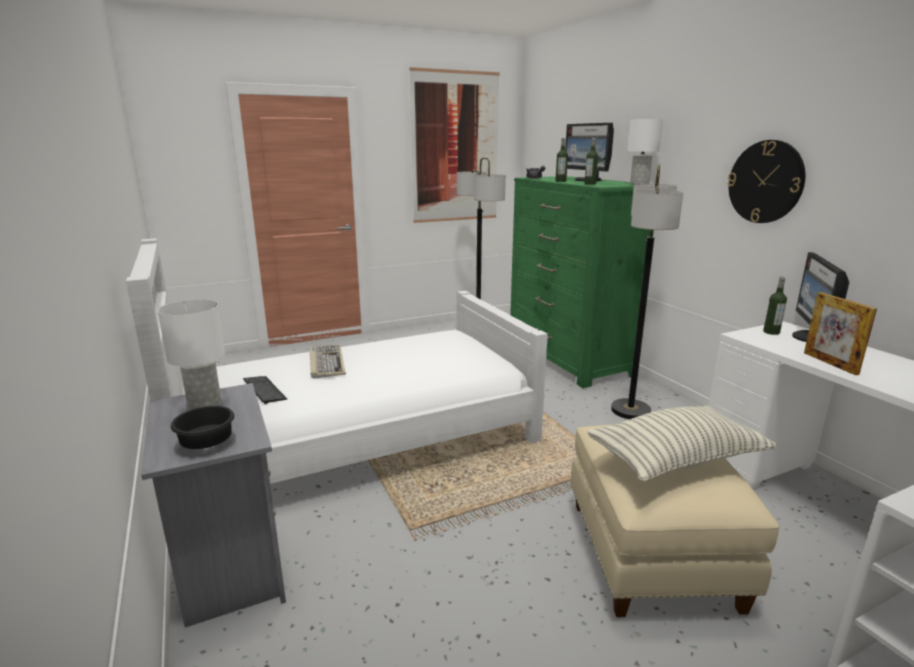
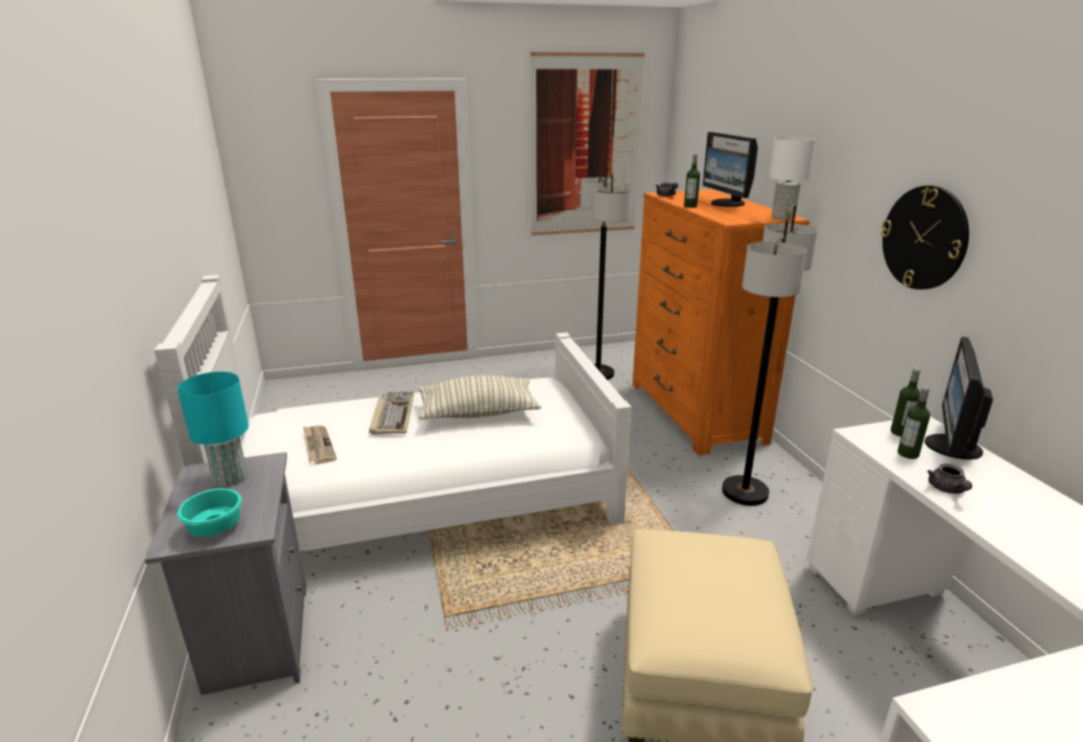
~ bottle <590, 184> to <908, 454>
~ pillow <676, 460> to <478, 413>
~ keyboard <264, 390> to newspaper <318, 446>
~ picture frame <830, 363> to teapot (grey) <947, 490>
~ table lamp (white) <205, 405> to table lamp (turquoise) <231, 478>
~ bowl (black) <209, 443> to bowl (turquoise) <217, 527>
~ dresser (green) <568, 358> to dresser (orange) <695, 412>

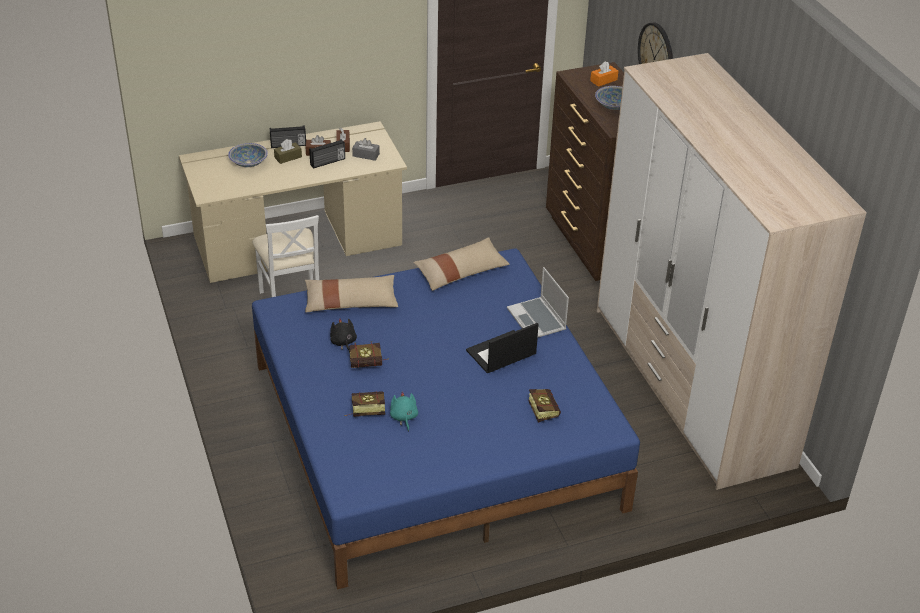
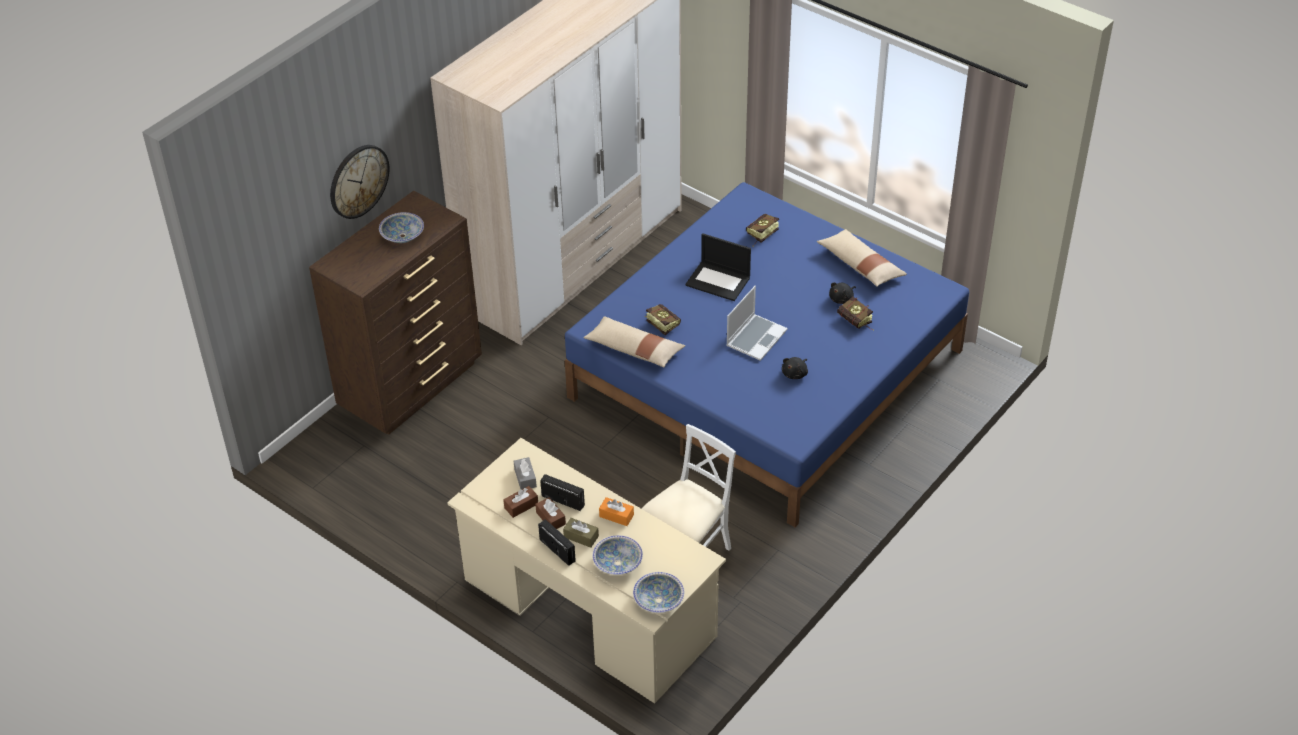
+ bowl <658, 600>
~ pillow (beige) <350, 302> to <860, 265>
~ book <369, 364> to <660, 323>
~ laptop <537, 320> to <756, 337>
~ tissue box (orange) <603, 80> to <616, 516>
~ plush toy (turquoise) <403, 417> to plush toy (black) <842, 299>

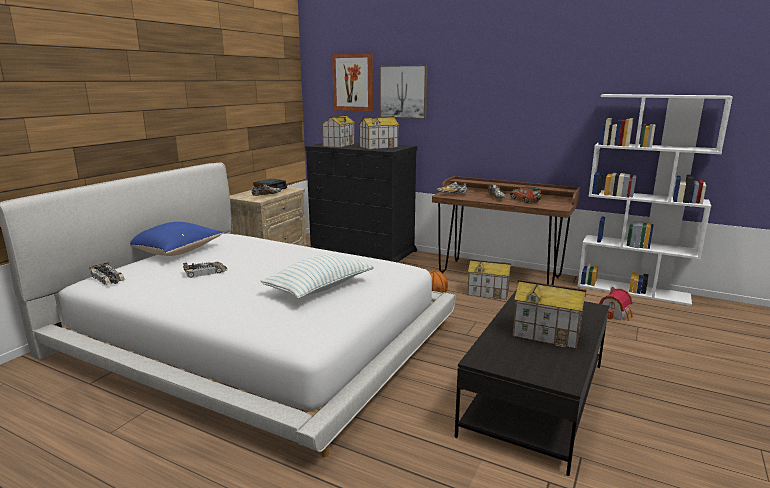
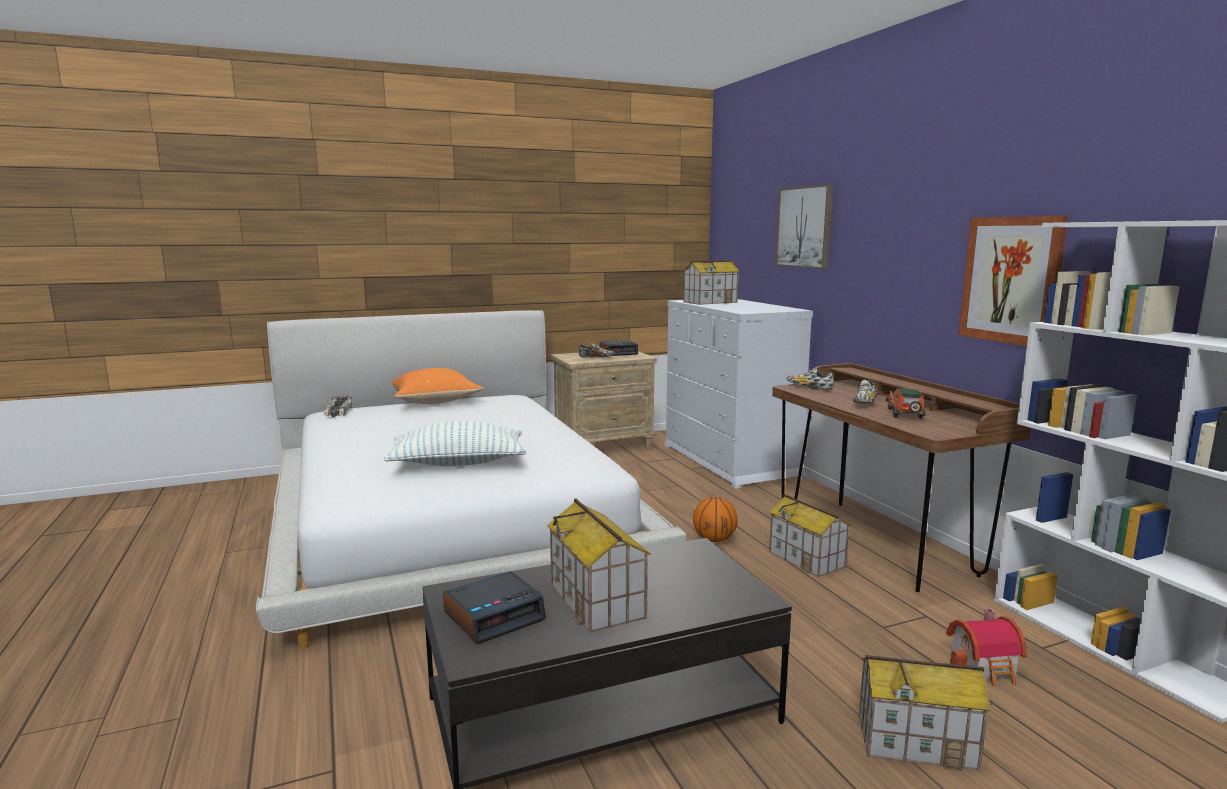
- toy car <206, 272>
+ alarm clock <494, 615>
~ picture <353, 82> to <1011, 280>
~ toy house <378, 147> to <916, 741>
~ pillow (blue) <175, 252> to pillow (orange) <435, 401>
~ dresser (black) <363, 251> to dresser (white) <730, 461>

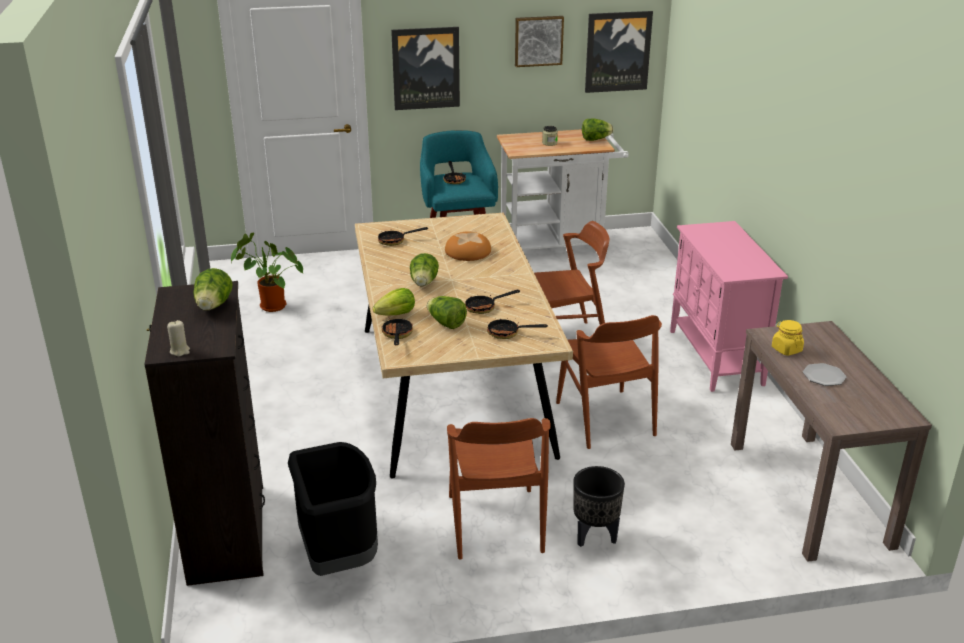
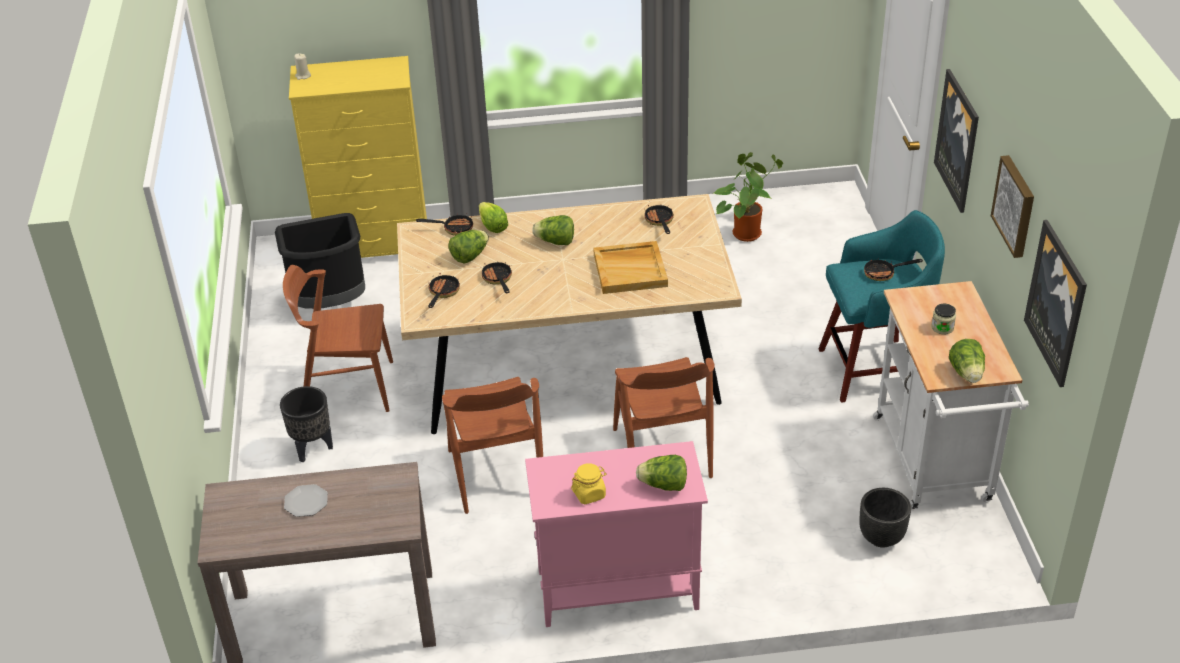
+ planter (black) <881, 538>
~ lettuce <213, 306> to <663, 485>
~ jar (yellow) <786, 349> to <589, 494>
~ bread <467, 251> to tray (beige) <630, 270>
~ dresser (black) <228, 532> to dresser (yellow) <376, 246>
~ chair (brown) <605, 419> = <496, 474> 90 degrees counterclockwise

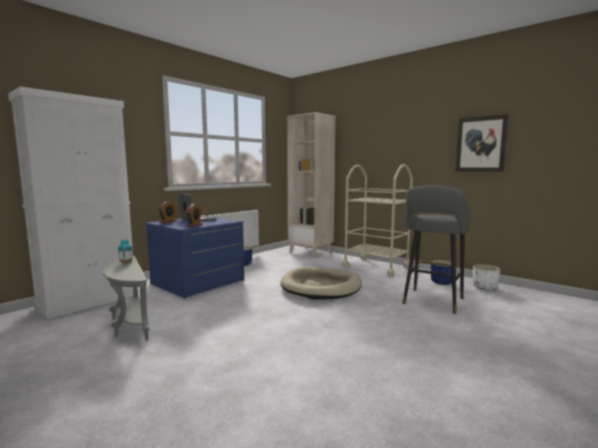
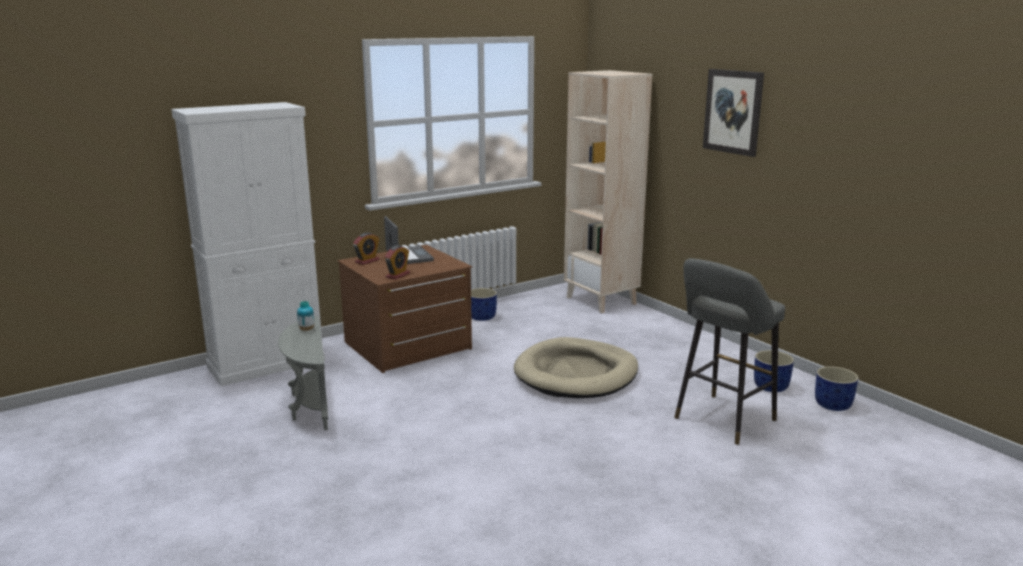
- cart (beige) <376, 267>
~ picture <481, 144> to <733, 112>
~ dresser (blue) <198, 282> to dresser (brown) <408, 346>
~ planter (white) <484, 287> to planter (blue) <832, 405>

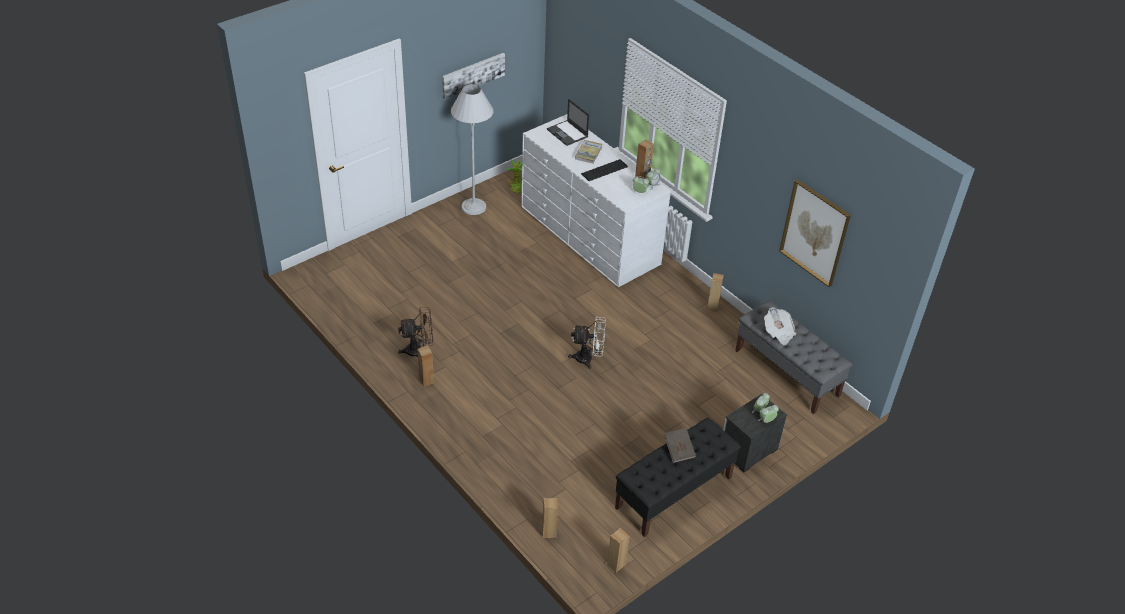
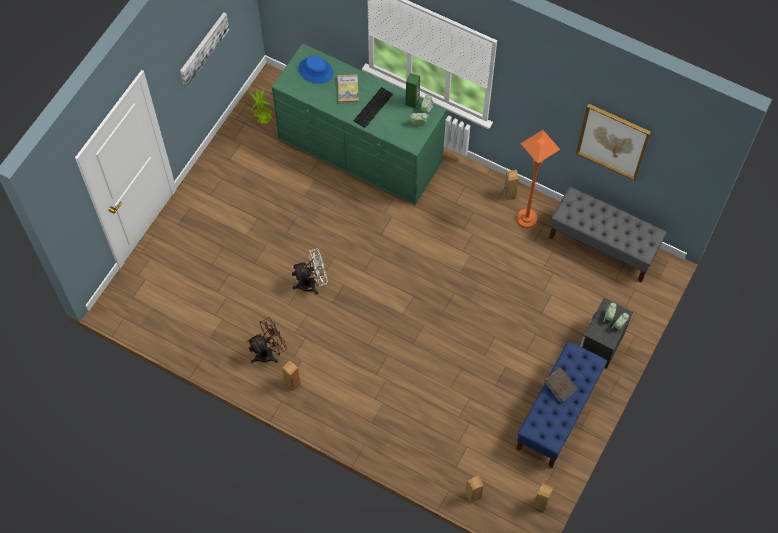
- floor lamp (white) <473, 207>
- newspaper <778, 333>
+ floor lamp (orange) <526, 219>
~ fan (white) <588, 359> to <312, 283>
~ laptop <568, 133> to hat (blue) <316, 70>
~ dresser (white) <589, 235> to dresser (green) <360, 150>
~ bench (black) <673, 493> to bench (blue) <557, 413>
~ speaker (brown) <642, 176> to speaker (green) <412, 102>

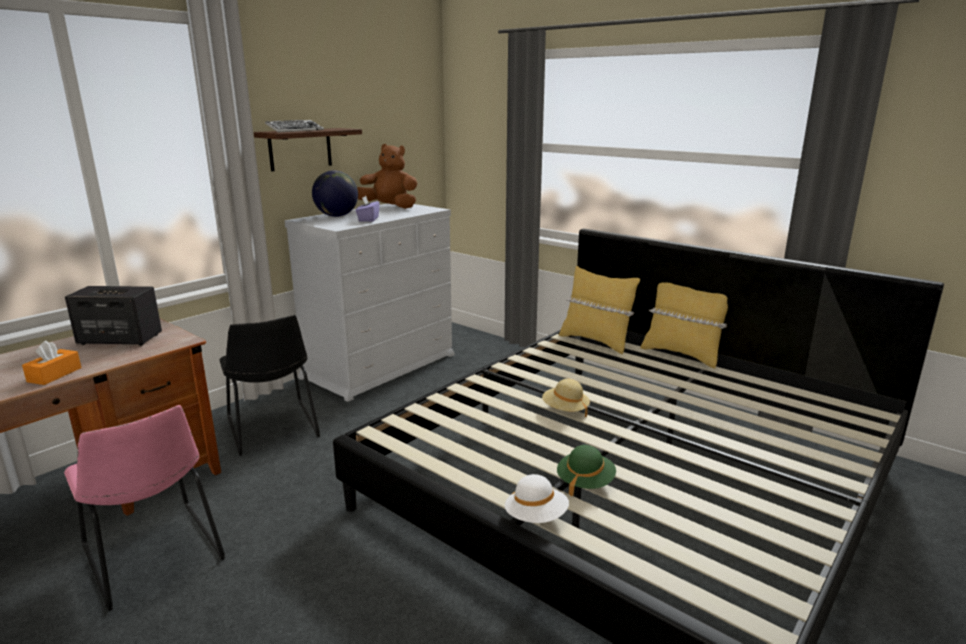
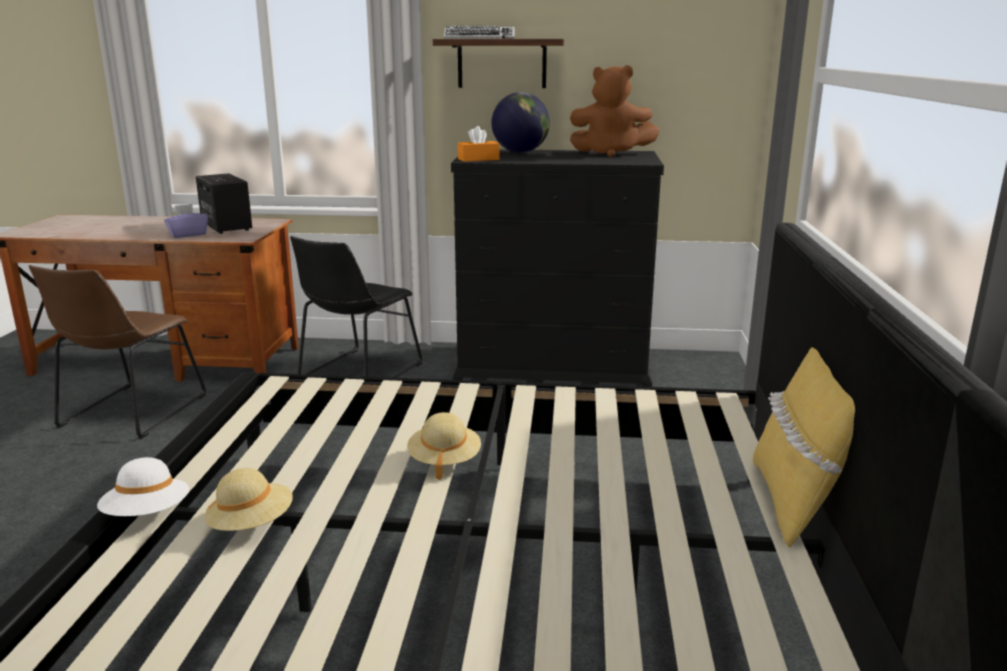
- pillow (yellow) <596, 341>
~ tissue box (orange) <54, 375> to <478, 159>
~ tissue box (purple) <368, 219> to <188, 235>
~ chair (pink) <154, 556> to chair (brown) <130, 413>
~ dresser (white) <380, 366> to dresser (black) <554, 364>
~ hat (green) <585, 482> to hat (beige) <251, 524>
~ plush toy (brown) <389, 207> = <611, 153> 120 degrees clockwise

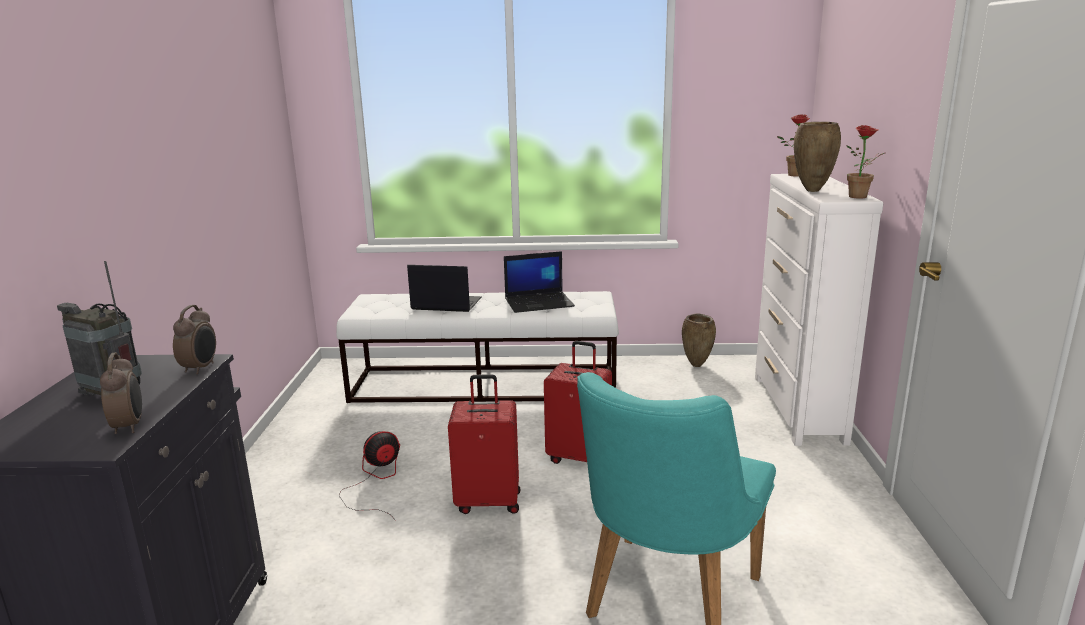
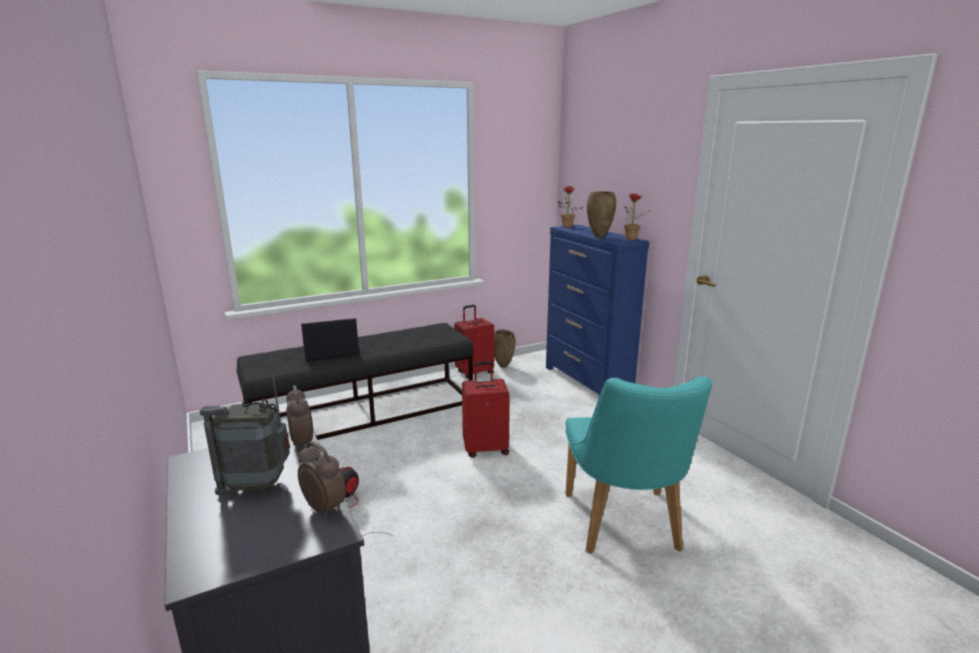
- laptop <539, 302>
~ suitcase (red) <488, 501> to <474, 372>
~ bench (white) <485, 384> to bench (black) <364, 412>
~ dresser (white) <798, 409> to dresser (blue) <587, 382>

